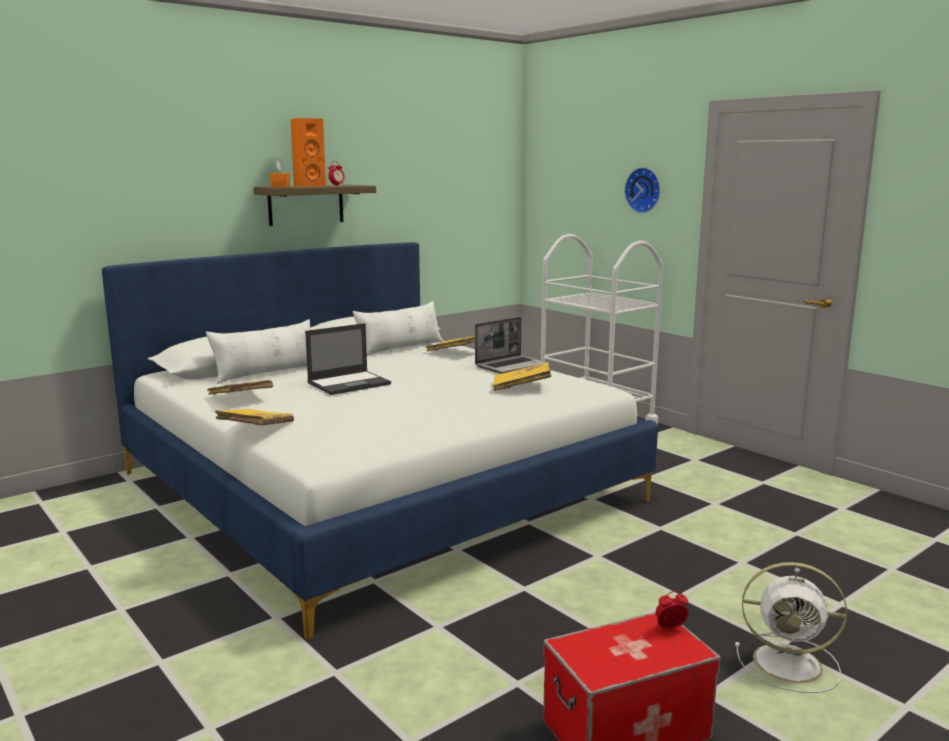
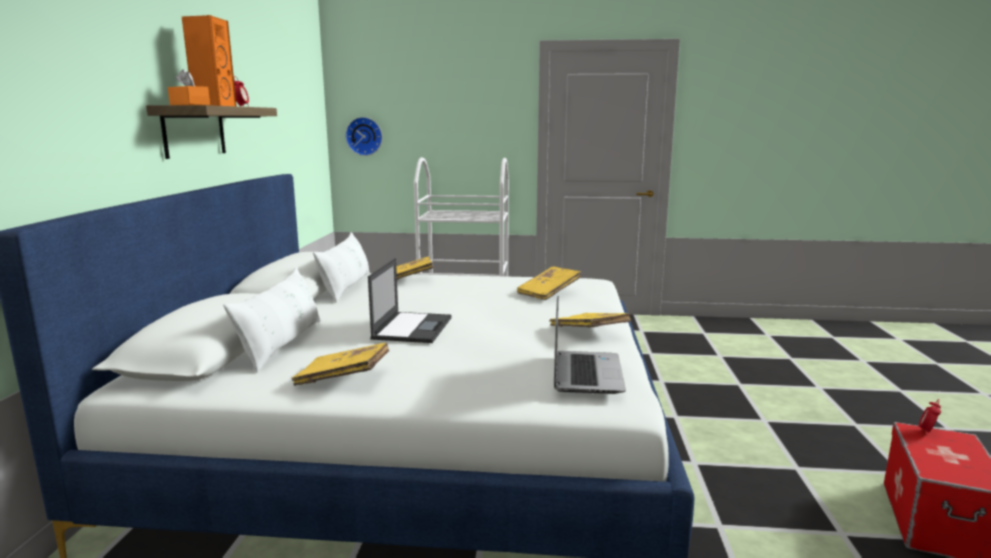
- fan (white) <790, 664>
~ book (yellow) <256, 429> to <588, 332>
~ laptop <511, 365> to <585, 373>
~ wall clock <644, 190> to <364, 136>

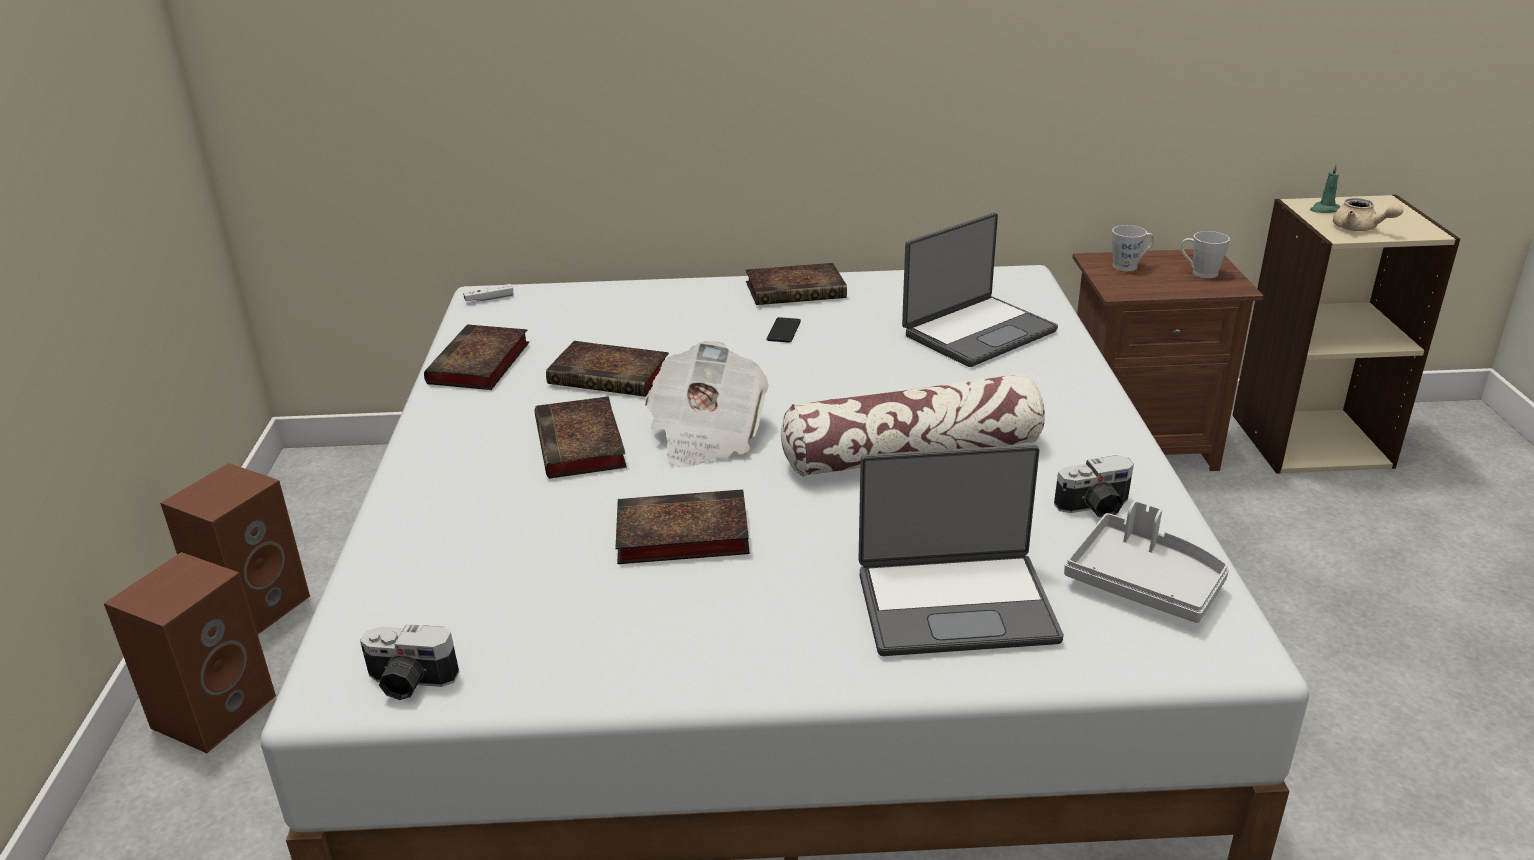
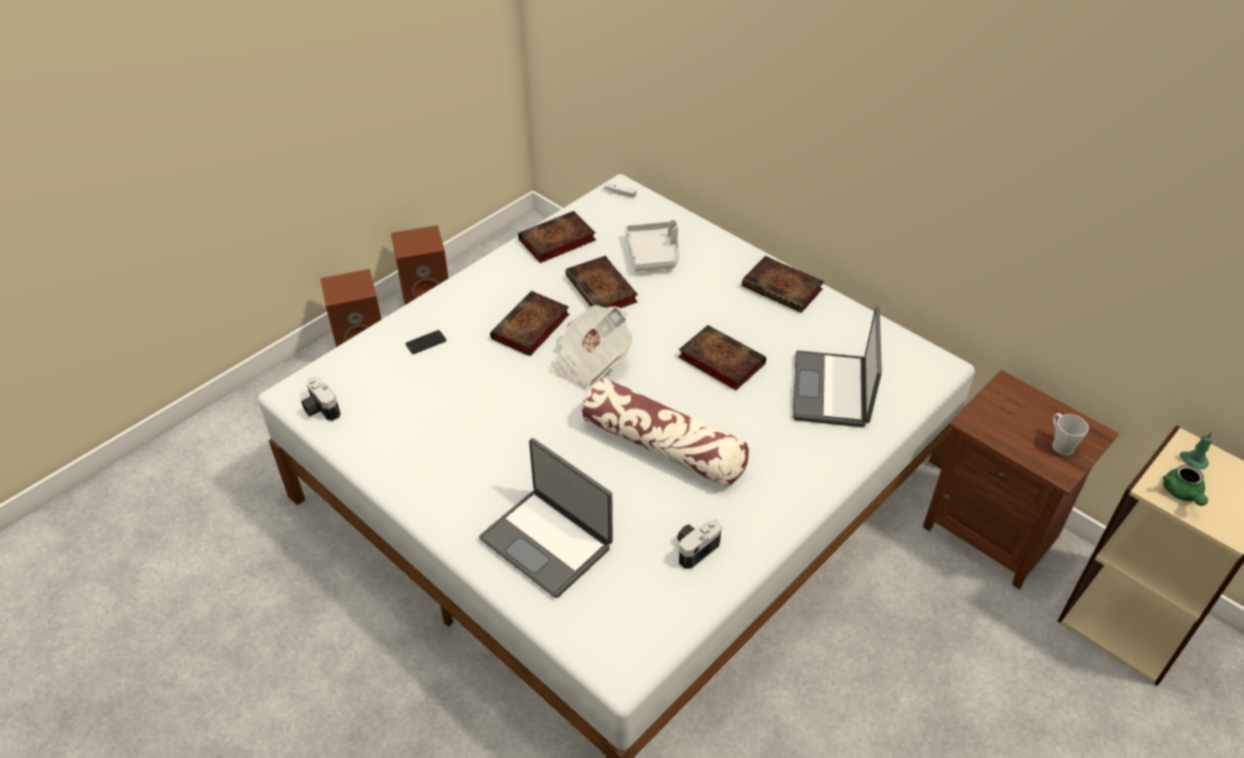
- mug (grey) <1129, 266>
~ book <679, 535> to <719, 360>
~ phone <783, 331> to <426, 342>
~ tray (grey) <1144, 583> to <654, 254>
~ teapot (beige) <1360, 228> to teapot (green) <1182, 494>
~ laptop <977, 332> = <833, 390> 90 degrees clockwise
~ photo camera <1095, 508> = <694, 548> 105 degrees clockwise

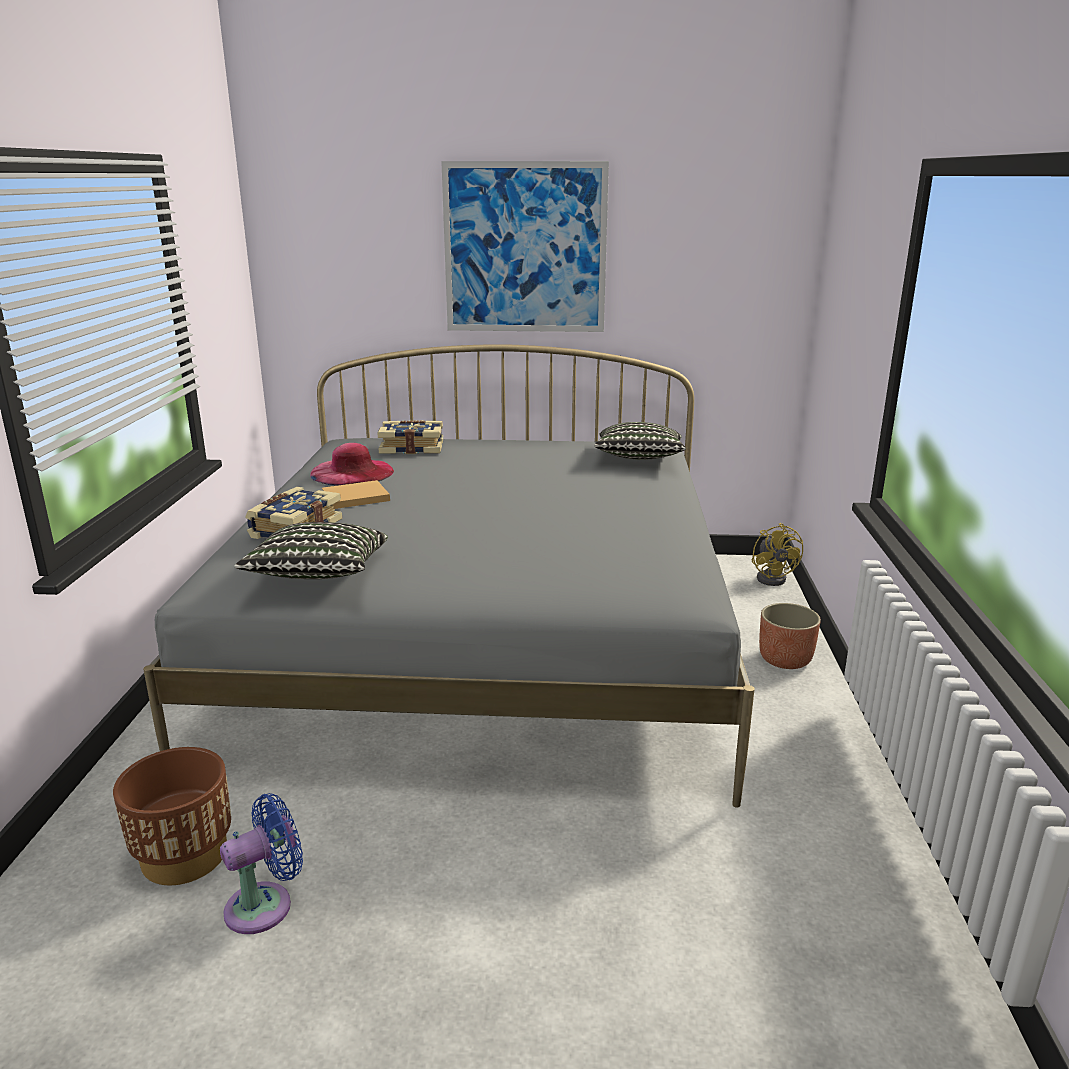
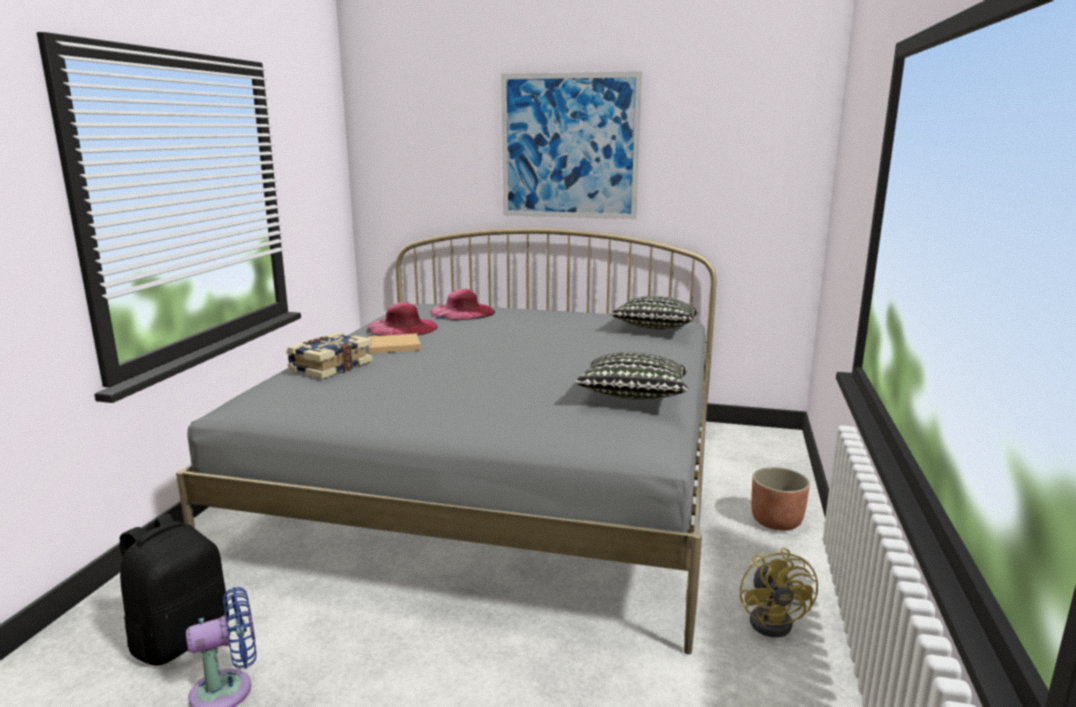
~ pillow <318, 575> to <633, 397>
~ fan (yellow) <774, 578> to <775, 620>
~ planter (brown) <185, 856> to backpack (black) <181, 638>
~ book <412, 448> to hat (pink) <462, 312>

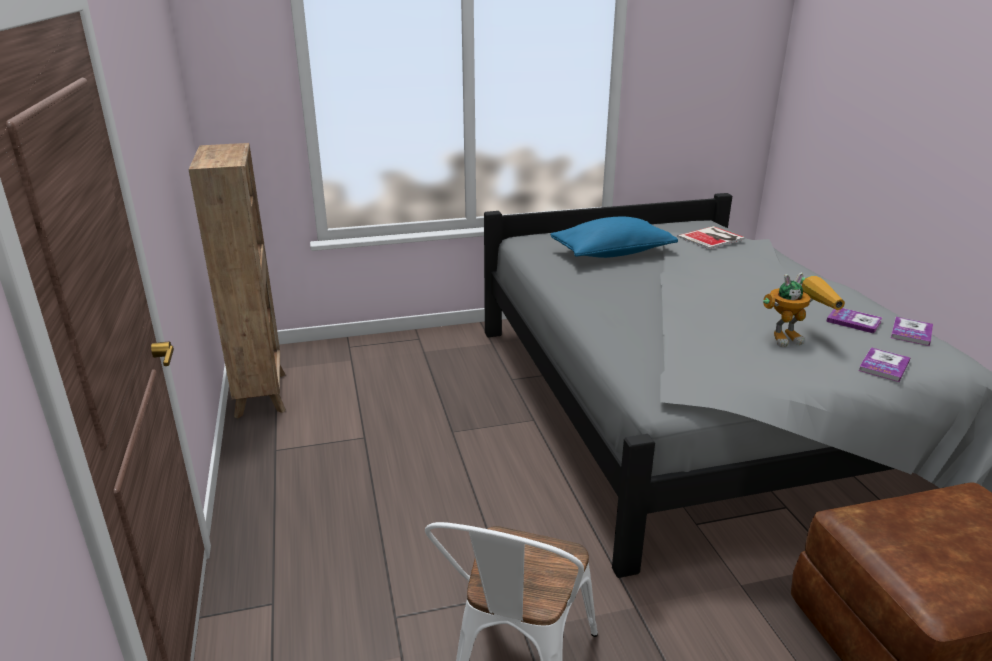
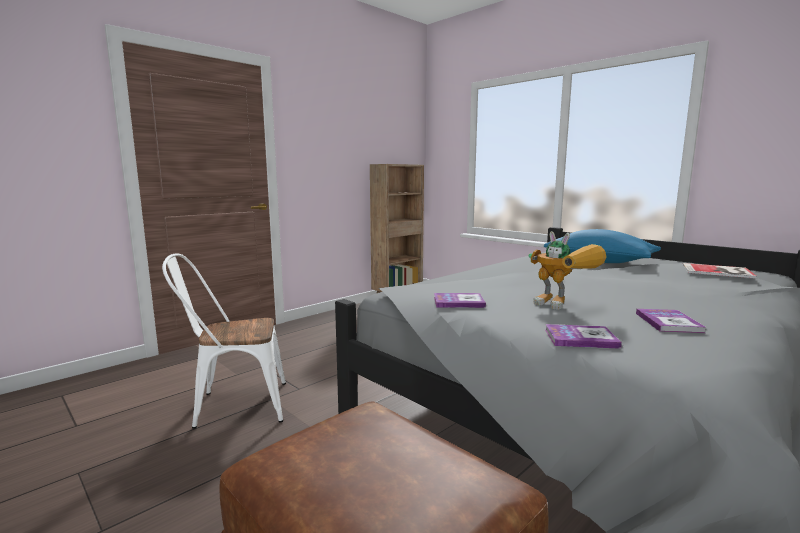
~ book <911, 332> to <458, 302>

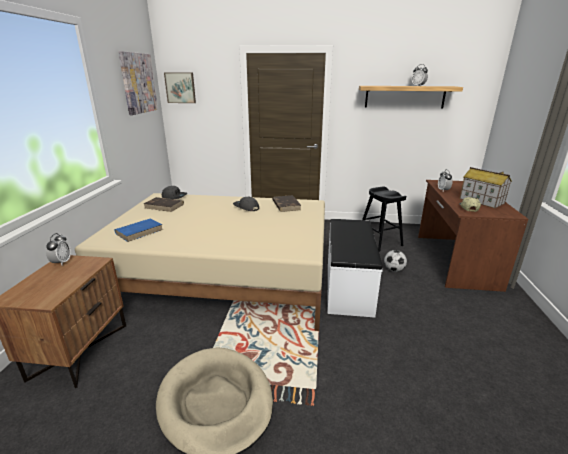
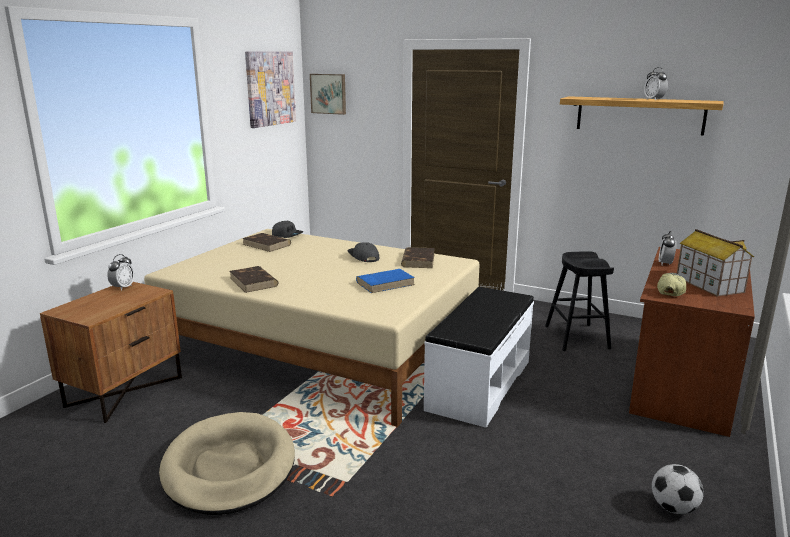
+ book (brown) <254, 282>
~ book (blue) <139, 231> to <385, 283>
~ football <393, 270> to <673, 508>

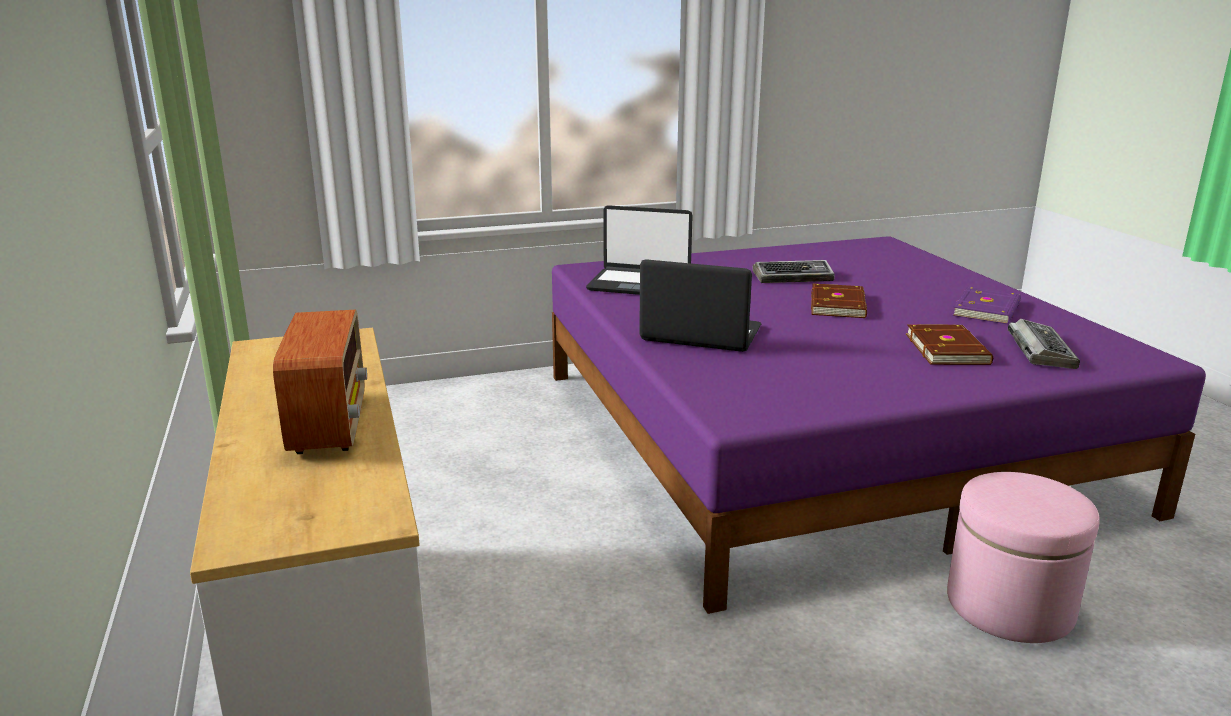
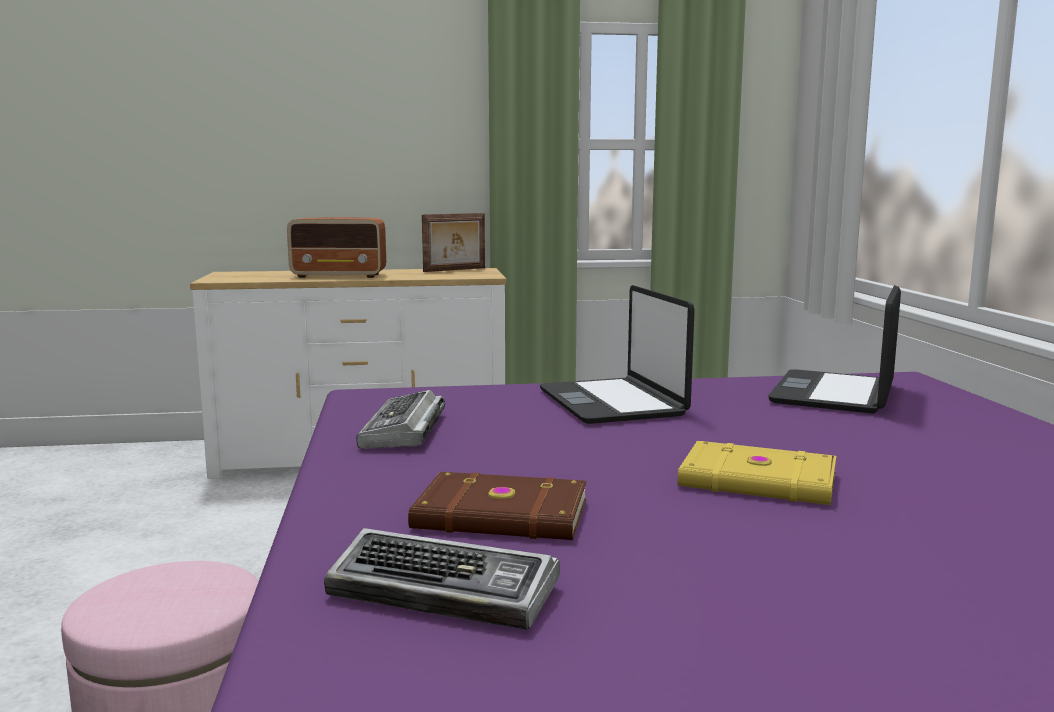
- book (purple) <988, 310>
+ picture frame <455, 270>
~ keyboard <793, 278> to <403, 431>
~ book (brown) <839, 305> to book (yellow) <758, 481>
~ laptop <700, 335> = <613, 403> 135 degrees clockwise

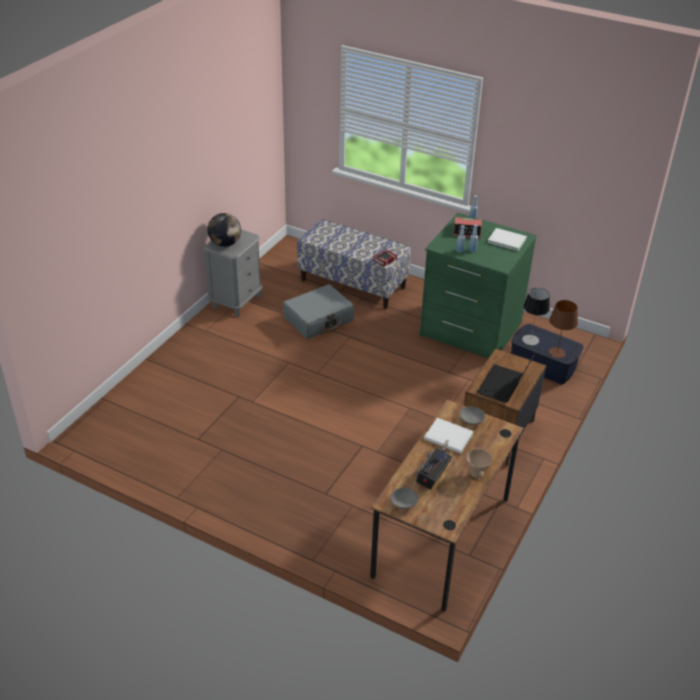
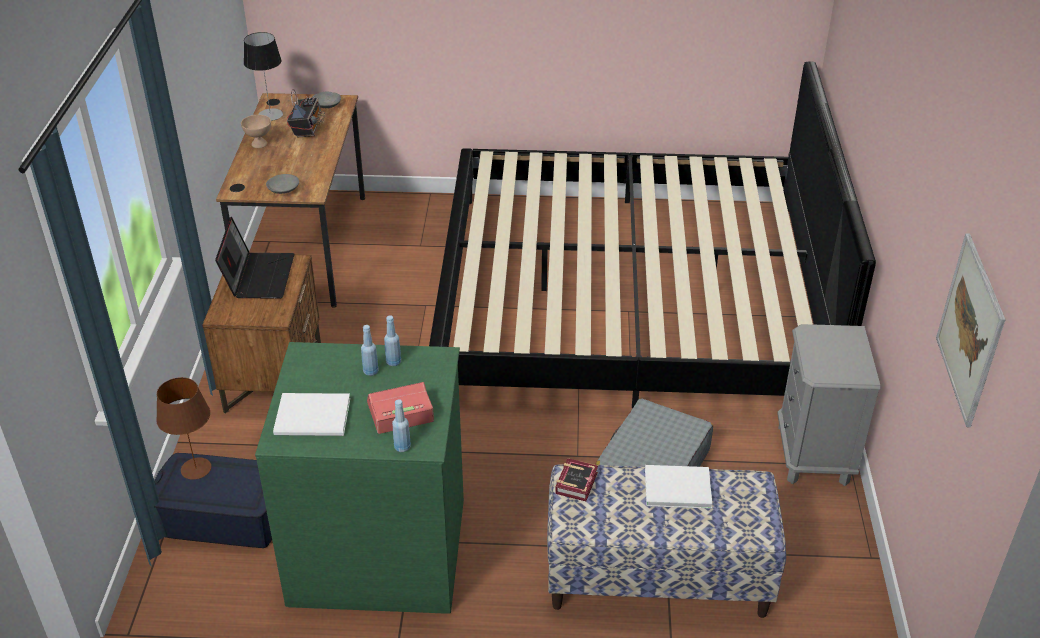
- globe <225, 243>
+ bed <630, 297>
+ picture <970, 329>
~ book (white) <449, 438> to <675, 486>
~ table lamp <530, 340> to <270, 115>

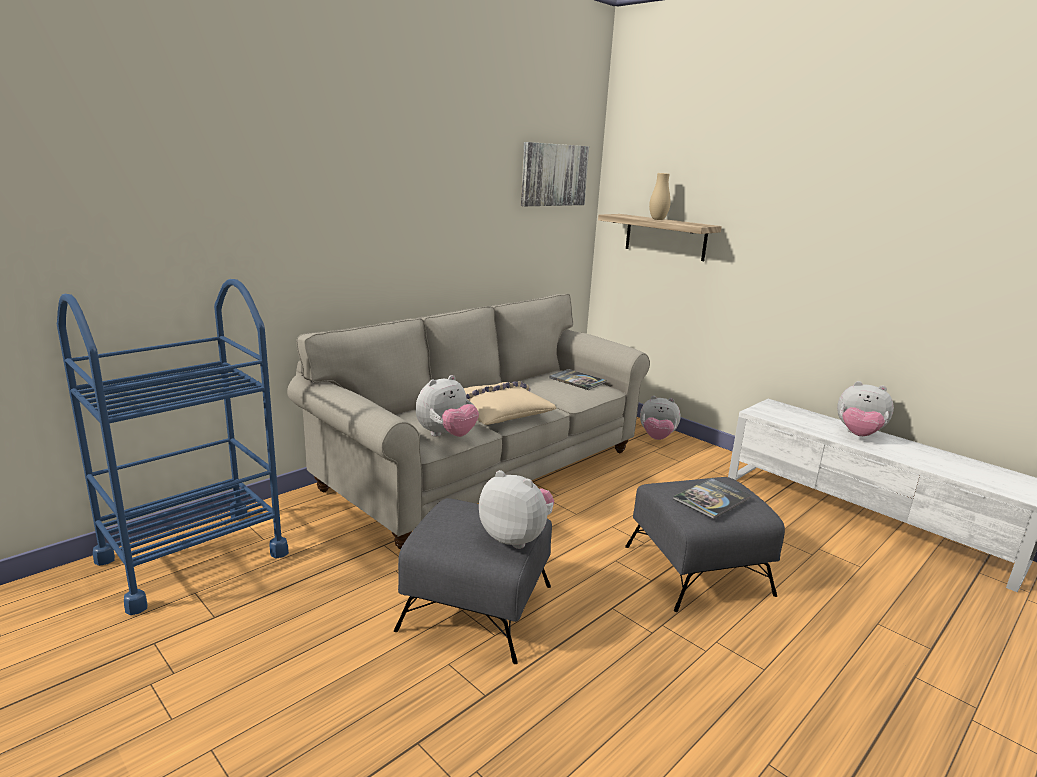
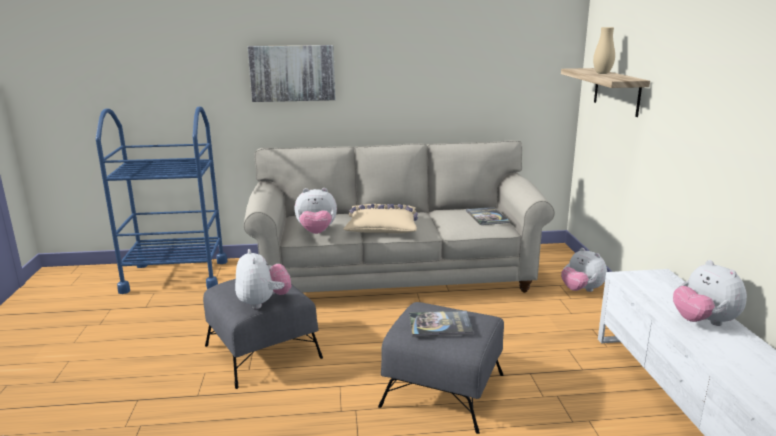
~ picture <553, 175> to <292, 73>

